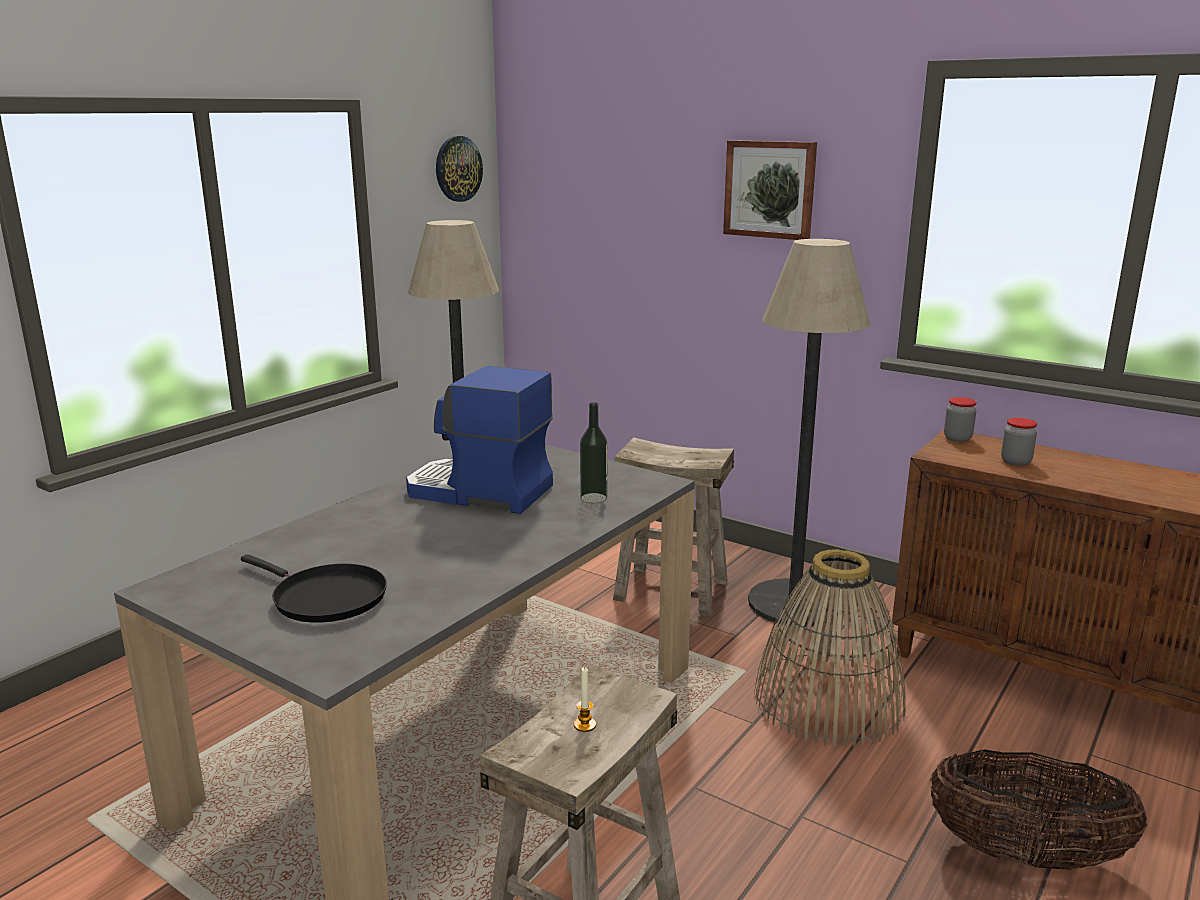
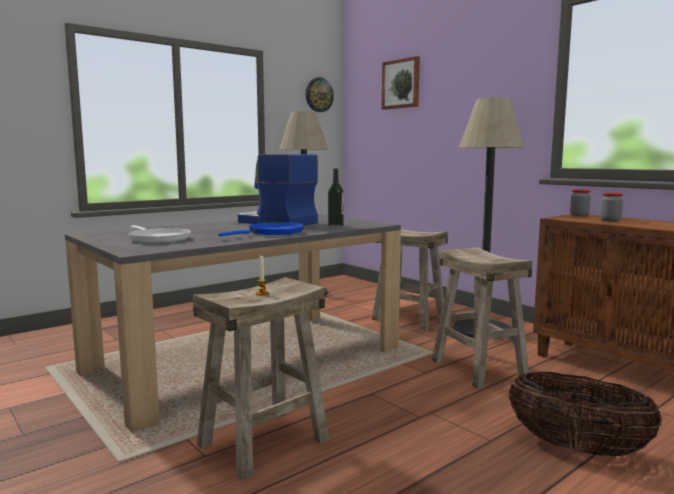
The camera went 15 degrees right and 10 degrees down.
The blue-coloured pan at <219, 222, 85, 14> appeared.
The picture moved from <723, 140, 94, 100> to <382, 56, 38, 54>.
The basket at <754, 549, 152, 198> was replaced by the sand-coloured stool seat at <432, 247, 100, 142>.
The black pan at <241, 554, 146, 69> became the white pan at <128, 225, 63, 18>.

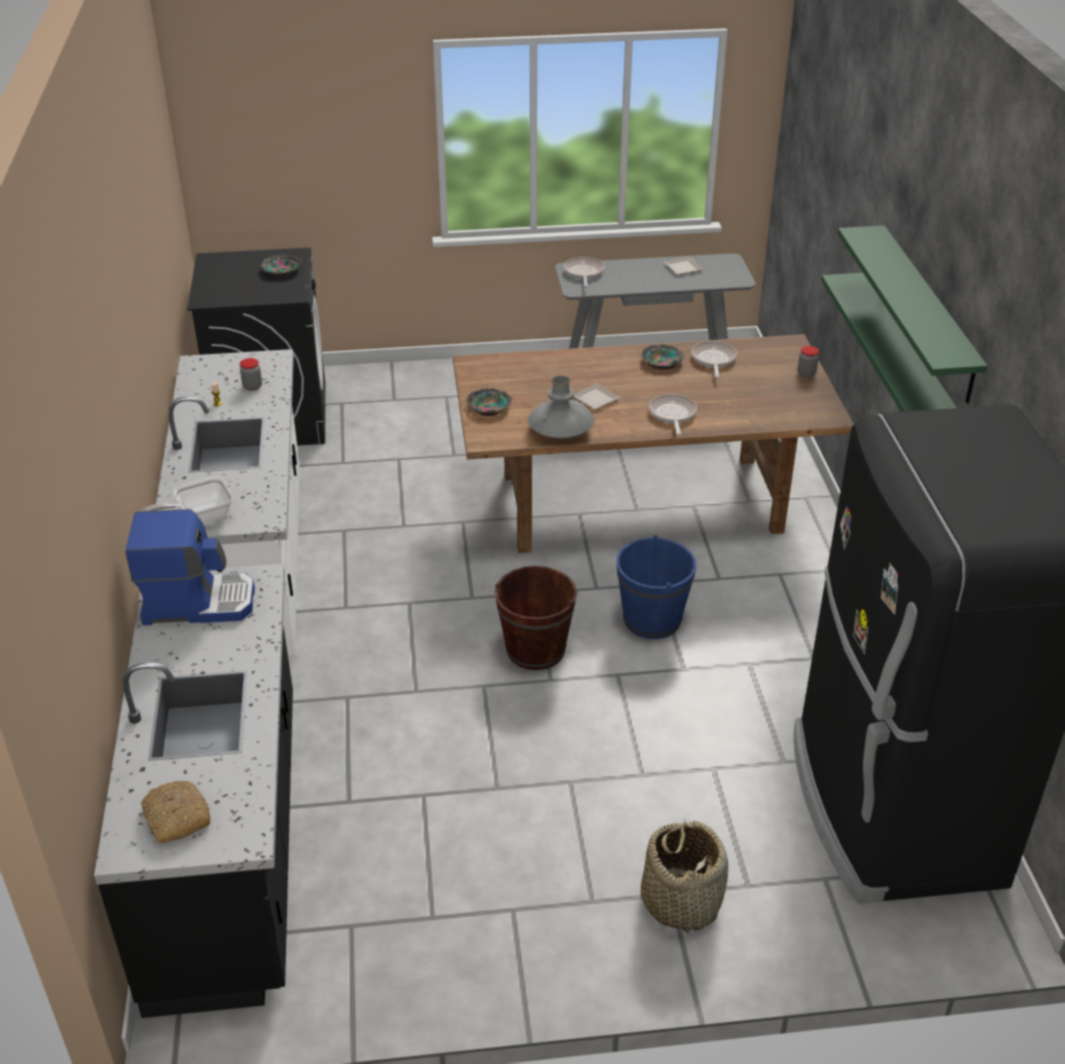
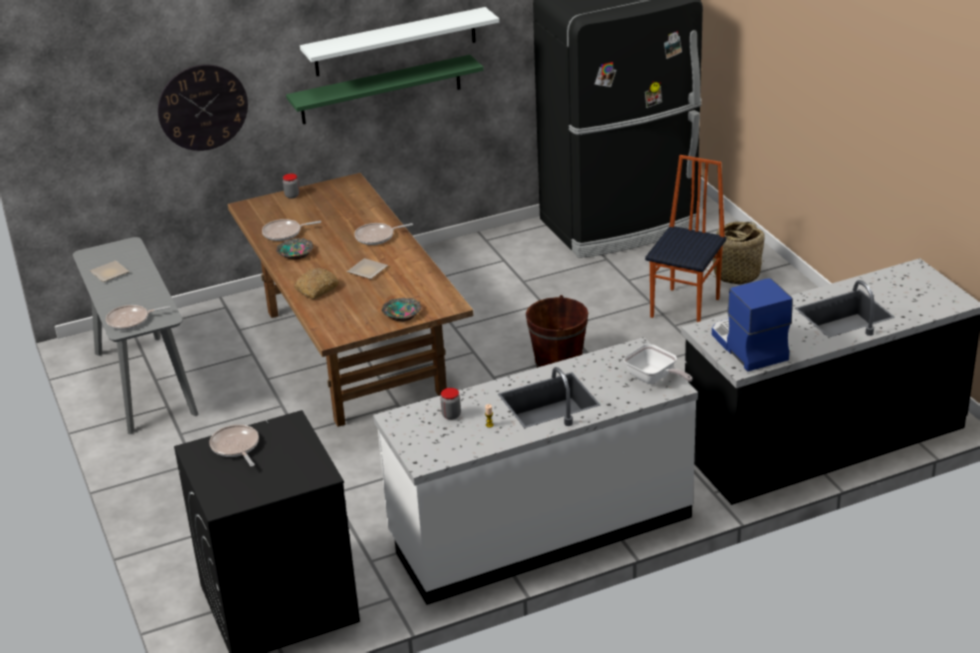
The camera went 105 degrees left and 5 degrees down.
The grey flower vase at <528, 375, 67, 64> disappeared.
The blue-coloured pail at <616, 535, 81, 104> disappeared.
The wall clock at <158, 64, 90, 87> appeared.
The chair at <645, 155, 81, 167> appeared.
The baked bread moved from <141, 781, 70, 62> to <295, 268, 44, 31>.
The bowl at <260, 254, 42, 22> was replaced by the pan at <209, 425, 50, 42>.
The greenish bracket shelf at <837, 226, 151, 178> became the white bracket shelf at <300, 7, 199, 69>.

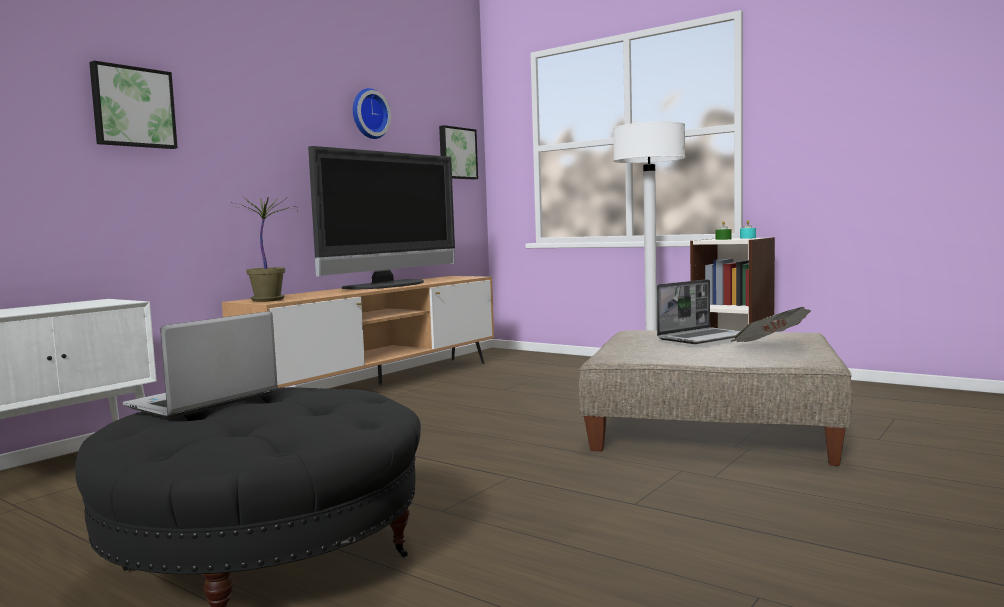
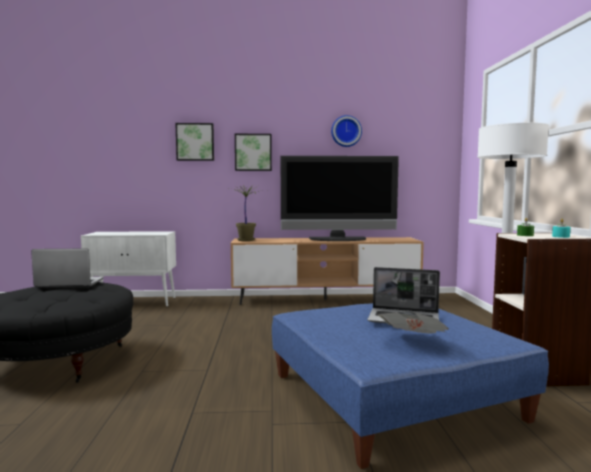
The camera went 50 degrees right and 0 degrees up.
The picture moved from <439, 125, 39, 55> to <235, 134, 37, 37>.
The sand-coloured ottoman at <579, 330, 274, 136> became the blue-coloured ottoman at <272, 303, 277, 166>.

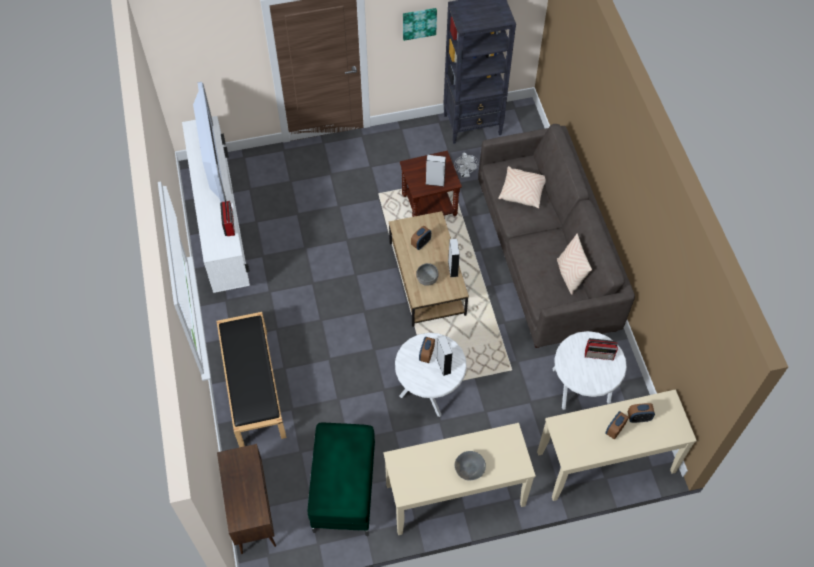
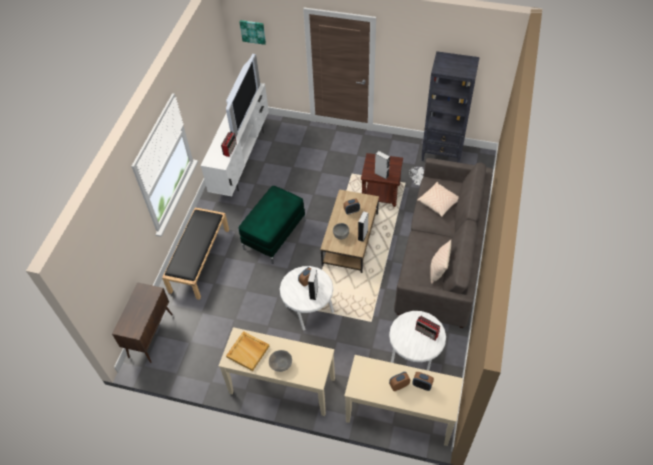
The camera went 30 degrees right and 5 degrees down.
The sand-coloured tray at <226, 331, 43, 40> appeared.
The greenish ottoman moved from <308, 423, 67, 113> to <239, 186, 66, 78>.
The picture moved from <403, 8, 34, 33> to <240, 20, 26, 25>.

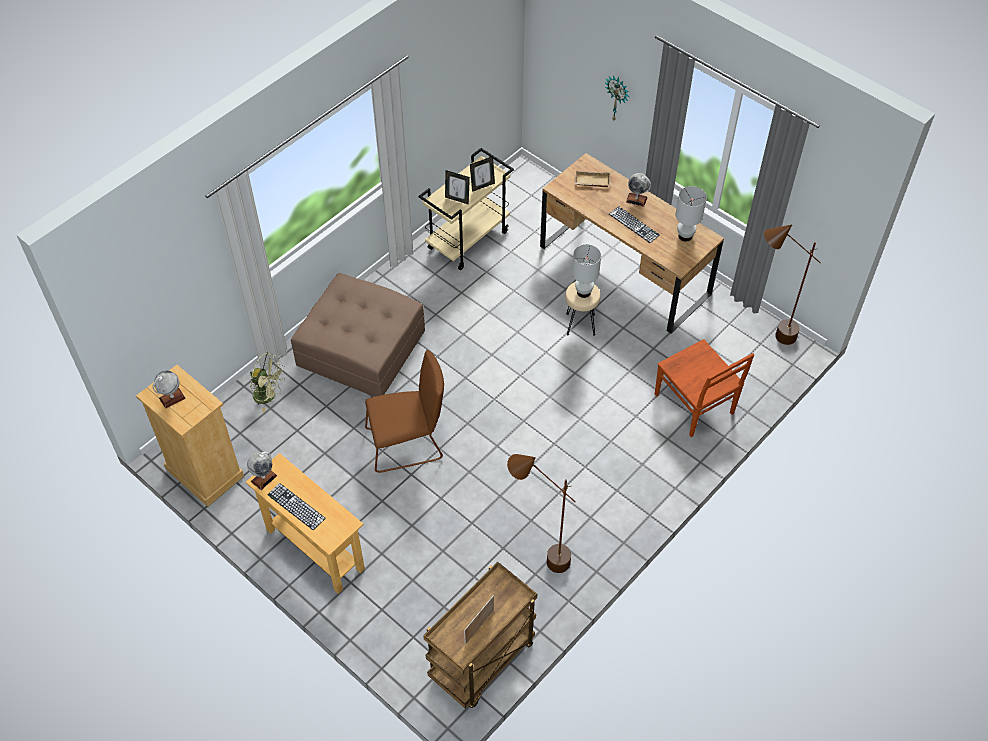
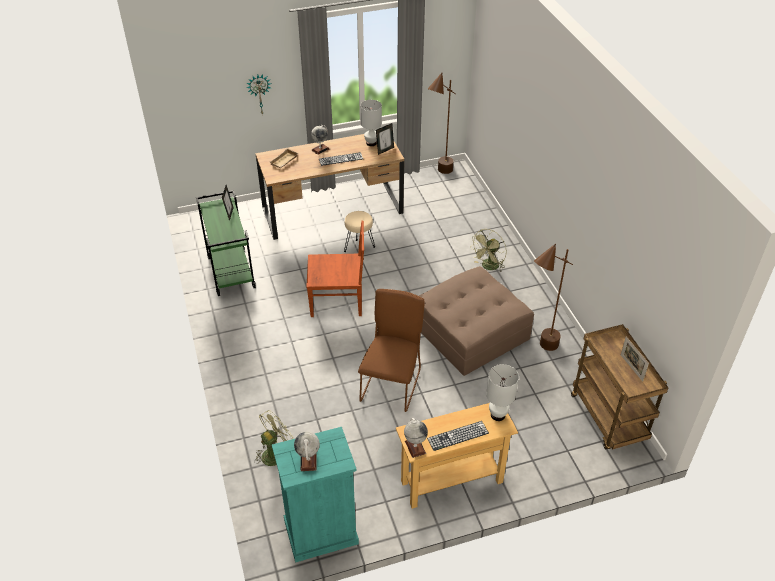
The camera went 60 degrees left and 10 degrees down.
The greenish electric fan at <470, 229, 37, 43> appeared.
The brown-coloured ottoman moved from <291, 273, 134, 124> to <419, 266, 115, 110>.
The standing frame moved from <445, 170, 25, 35> to <376, 123, 18, 32>.
The white tabletop lamp moved from <572, 244, 29, 54> to <486, 364, 33, 57>.
The brown-coloured chair moved from <655, 339, 100, 98> to <306, 221, 58, 96>.
The sand-coloured chest of drawers at <136, 365, 108, 142> became the turquoise chest of drawers at <272, 427, 87, 136>.
The sand-coloured wheeled cart at <419, 148, 95, 122> became the greenish wheeled cart at <196, 190, 60, 106>.

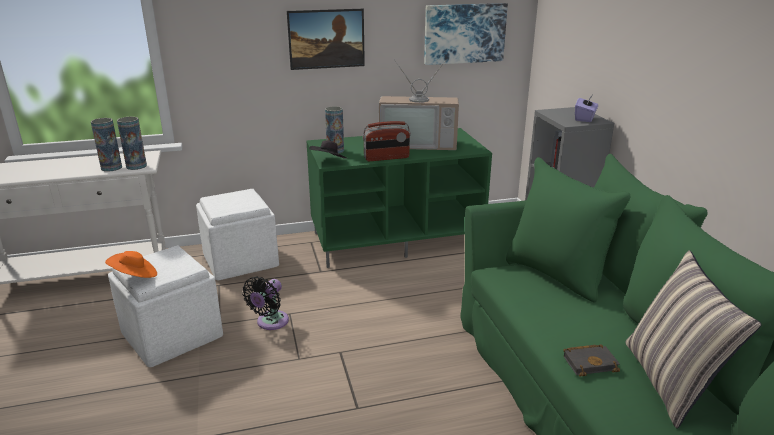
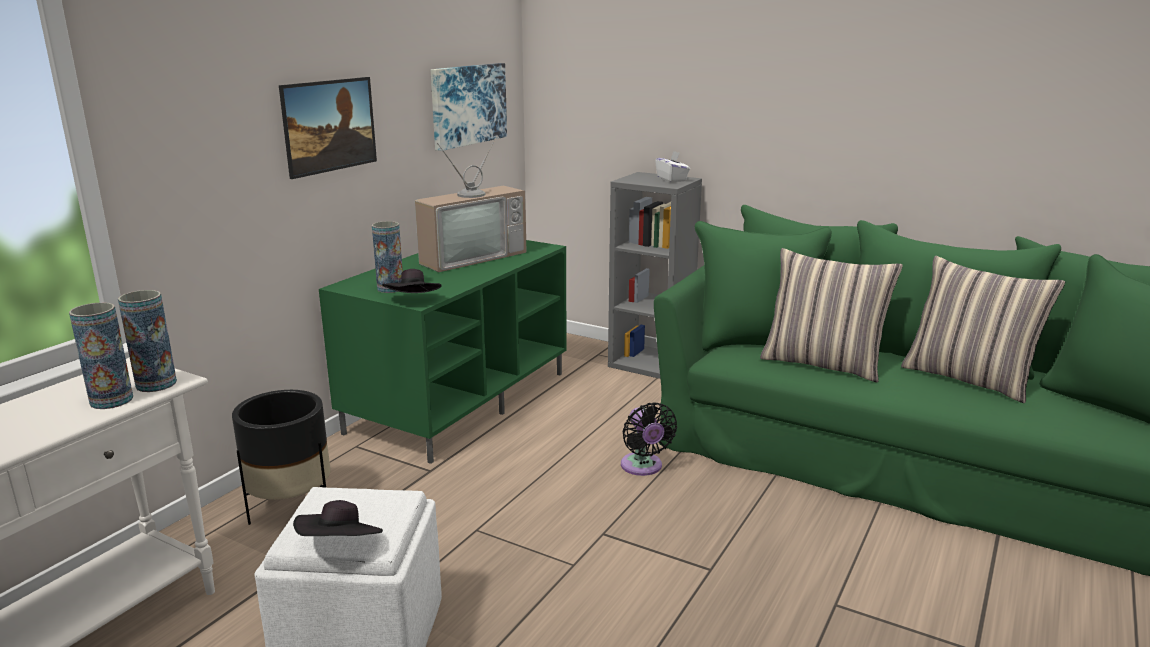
The camera went 45 degrees left and 5 degrees down.
The radio set at <362, 121, 49, 40> disappeared.
The black book at <563, 344, 57, 33> disappeared.
The cushion at <760, 248, 143, 134> appeared.
The black electric fan moved from <242, 276, 47, 54> to <621, 402, 56, 74>.
The white ottoman at <196, 189, 83, 91> was replaced by the black planter at <232, 390, 99, 135>.
The orange wearable hat at <105, 251, 52, 27> became the black wearable hat at <293, 500, 90, 36>.
The purplish box of tissues at <575, 96, 23, 26> became the white box of tissues at <655, 151, 35, 31>.

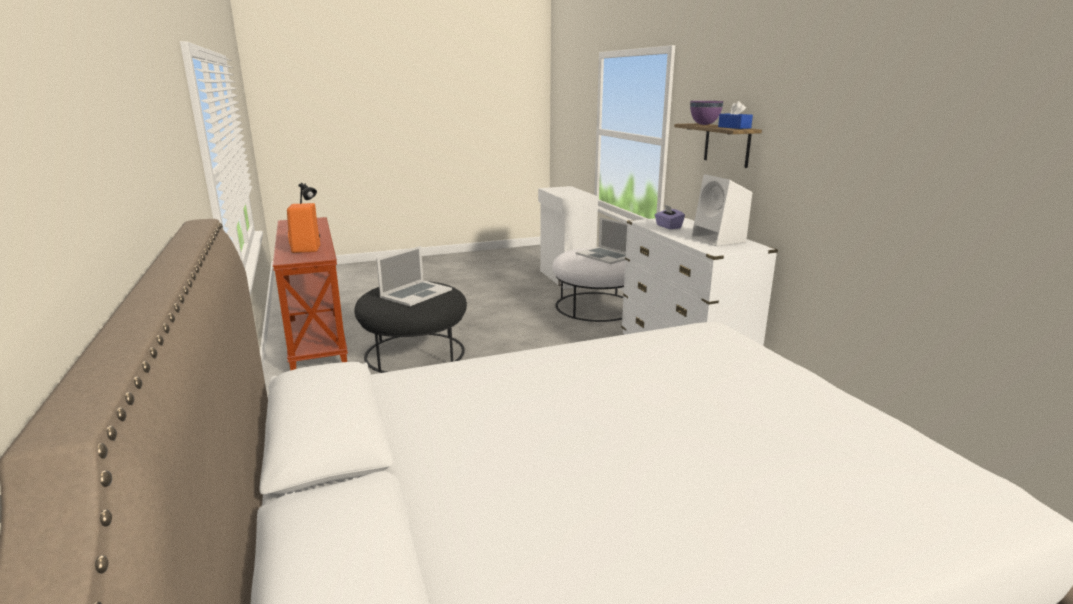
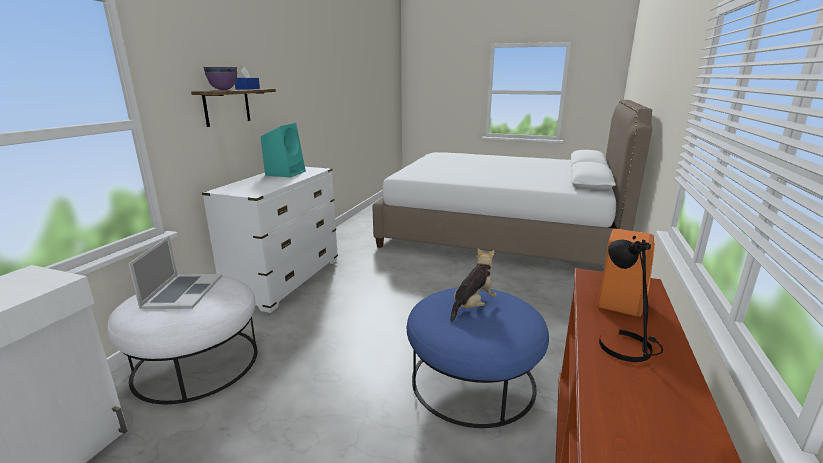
The camera went 140 degrees left and 0 degrees up.
The purplish box of tissues at <655, 204, 30, 25> disappeared.
The notebook computer at <376, 246, 76, 60> was replaced by the cuddly toy at <450, 248, 47, 74>.
The black ottoman at <354, 281, 113, 92> became the blue-coloured ottoman at <407, 287, 142, 141>.
The white loudspeaker at <692, 174, 60, 72> became the turquoise loudspeaker at <261, 123, 45, 54>.

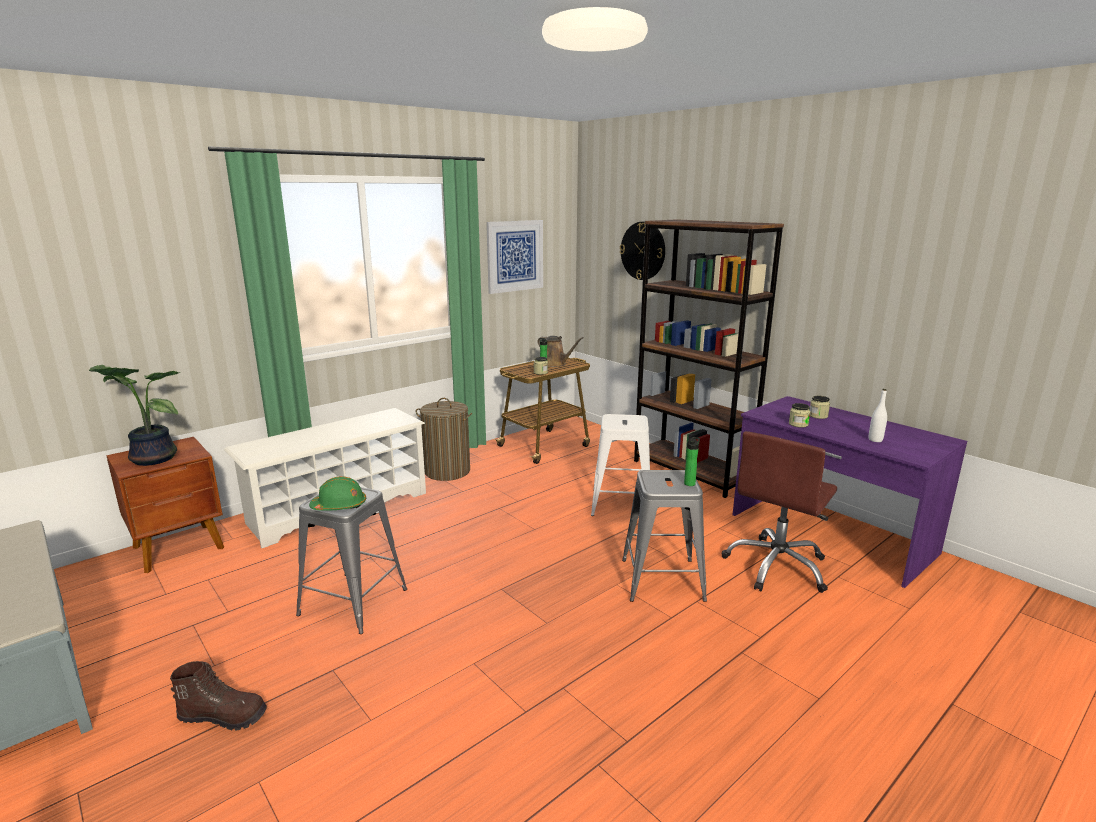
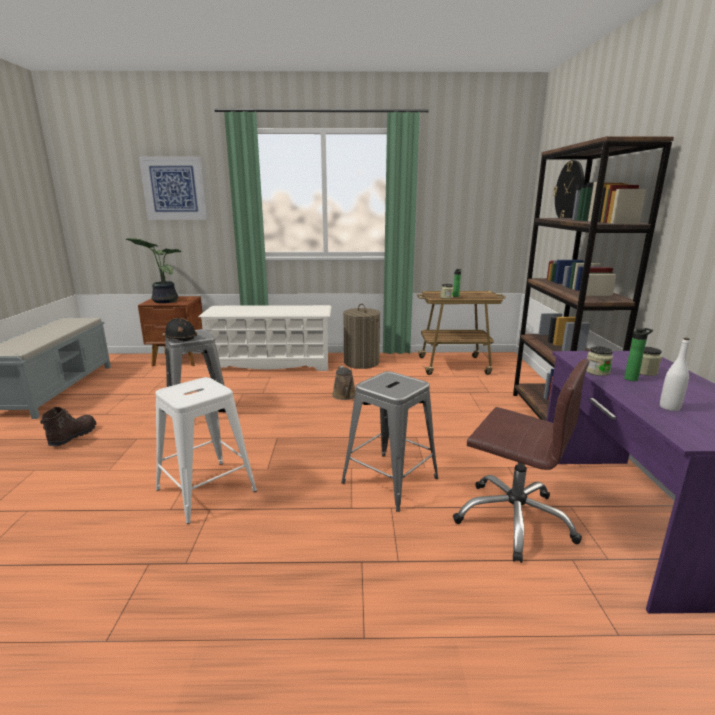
The camera went 40 degrees right and 0 degrees up.
The picture moved from <486, 220, 57, 74> to <139, 156, 68, 64>.
The brown-coloured watering can moved from <537, 336, 47, 31> to <332, 366, 24, 34>.
The white stool seat moved from <591, 414, 59, 102> to <155, 377, 102, 147>.
The beverage bottle moved from <684, 437, 16, 49> to <624, 328, 29, 53>.
The greenish hard hat at <309, 476, 57, 34> became the black hard hat at <161, 318, 36, 23>.
The brown-coloured high-top boot at <170, 661, 97, 70> turned 120 degrees counterclockwise.
The brown-coloured desk chair at <721, 431, 116, 162> turned 135 degrees counterclockwise.

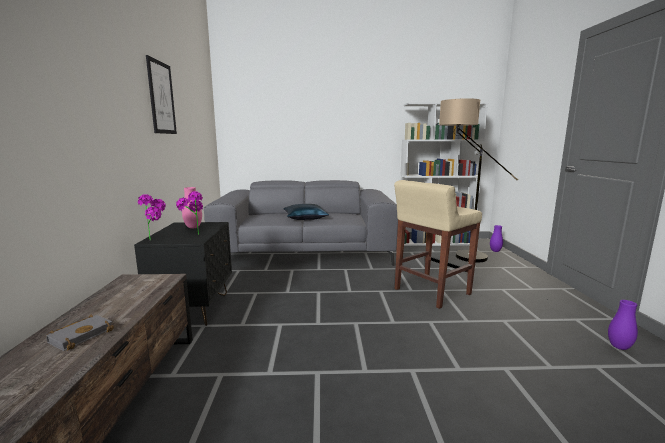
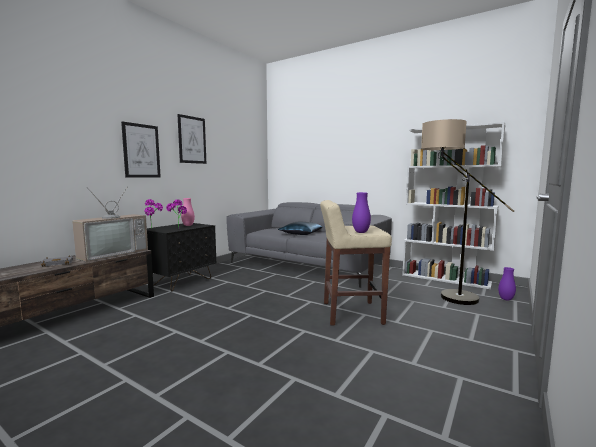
The camera went 35 degrees right and 5 degrees down.
The TV at <72, 186, 76, 76> appeared.
The picture at <121, 121, 40, 57> appeared.
The purplish flower vase moved from <608, 300, 30, 50> to <352, 192, 19, 41>.

